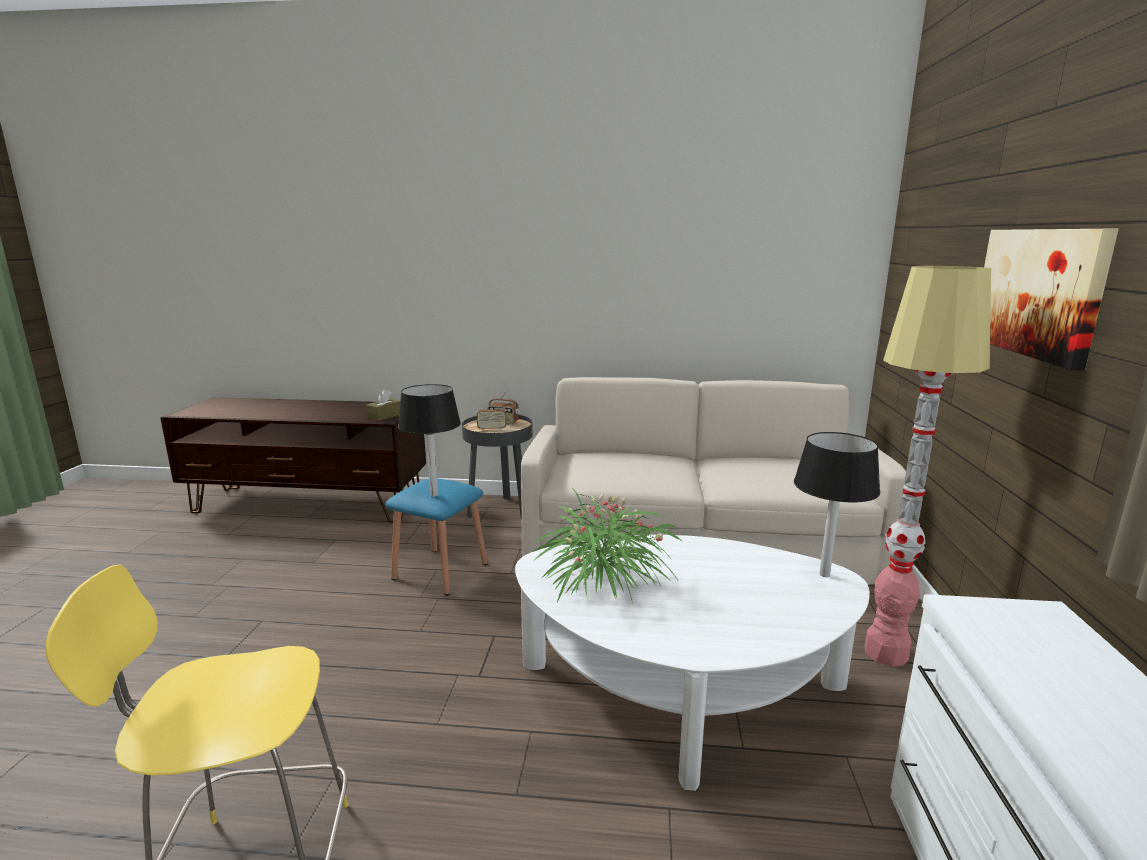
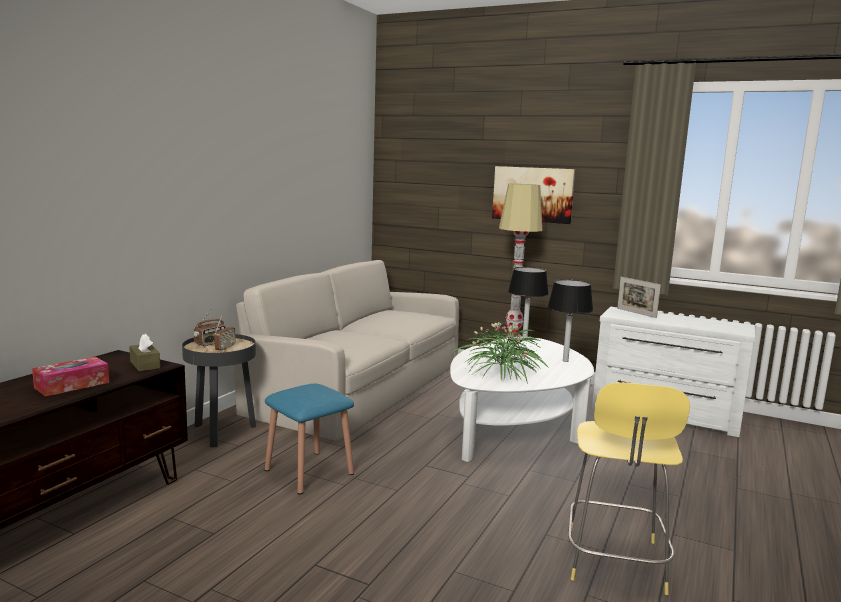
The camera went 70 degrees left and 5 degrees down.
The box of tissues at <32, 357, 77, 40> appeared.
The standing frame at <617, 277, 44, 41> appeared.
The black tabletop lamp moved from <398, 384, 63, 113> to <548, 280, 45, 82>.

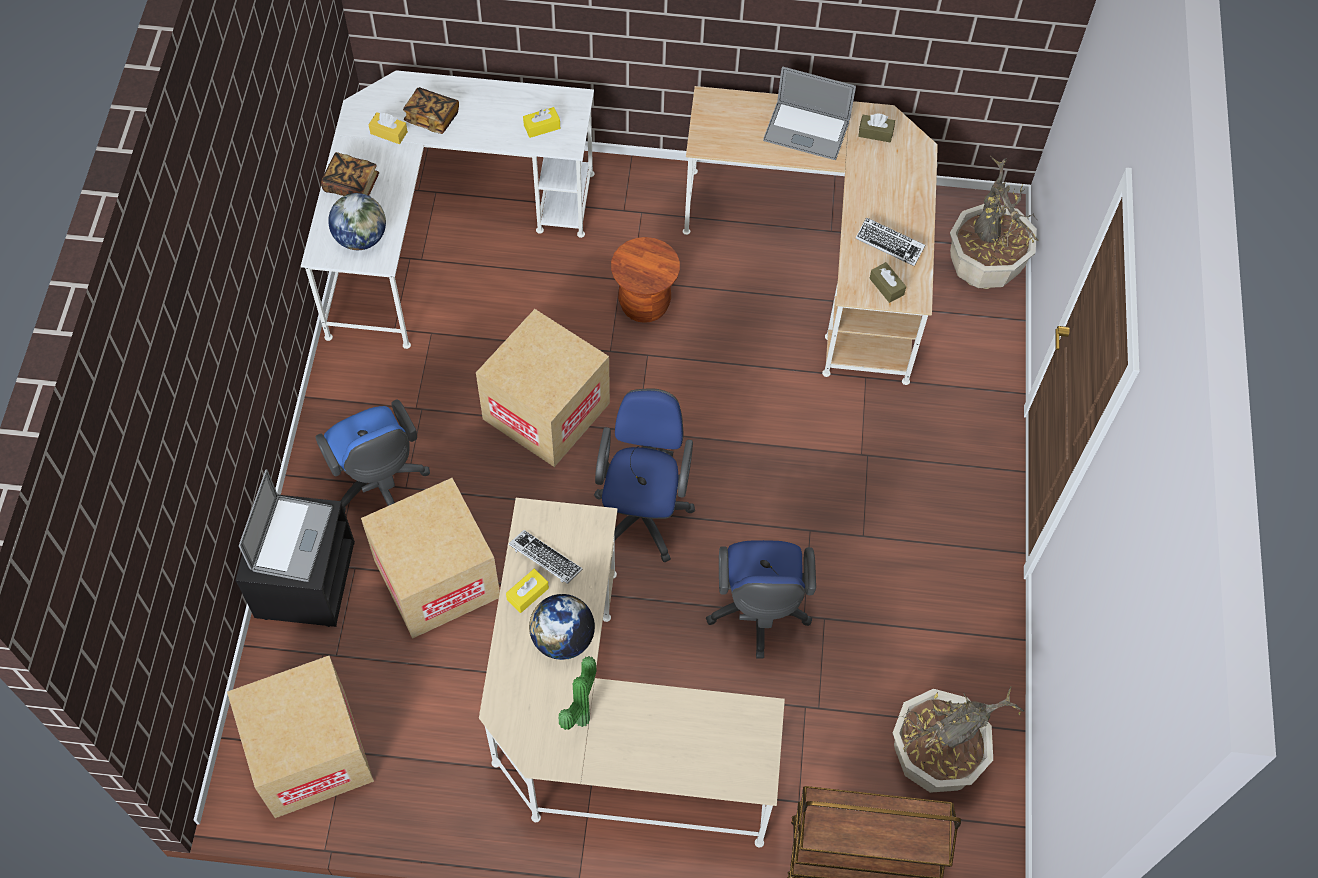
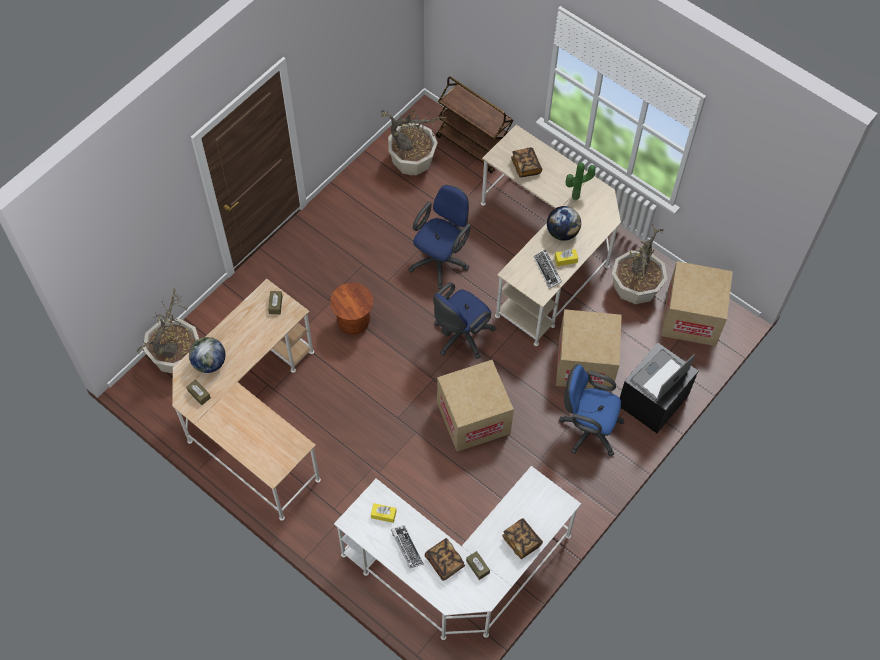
The camera went 145 degrees left and 0 degrees up.
The notebook computer at <763, 66, 93, 94> disappeared.
The book at <511, 147, 31, 31> appeared.
The plant in a pot at <612, 224, 56, 80> appeared.
The desk globe moved from <328, 193, 58, 57> to <189, 337, 37, 36>.
The brown-coloured stool seat moved from <611, 237, 69, 86> to <330, 283, 43, 52>.
The keyboard moved from <855, 217, 70, 49> to <390, 525, 34, 43>.
The yellowish box of tissues at <369, 112, 39, 32> became the brown-coloured box of tissues at <466, 551, 24, 29>.
The blue-coloured desk chair at <315, 399, 115, 112> turned 75 degrees counterclockwise.

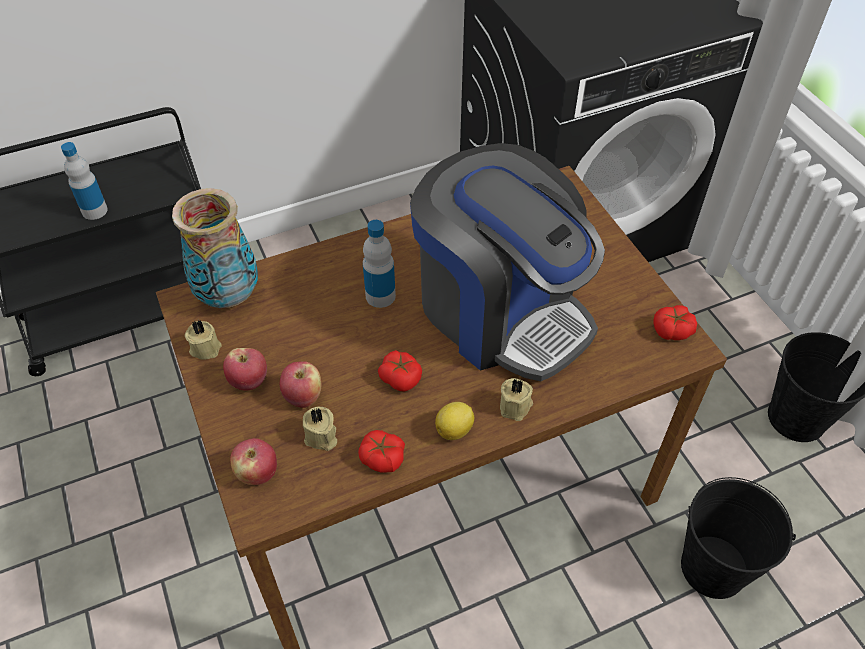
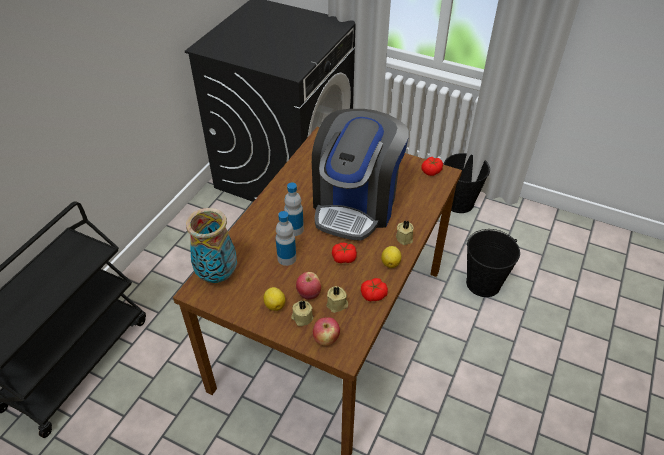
The camera went 40 degrees left and 5 degrees down.
The beverage bottle moved from <61, 142, 47, 78> to <276, 211, 20, 55>.
The sand-coloured wax light moved from <185, 320, 37, 40> to <291, 301, 22, 25>.
The apple at <223, 348, 44, 42> was replaced by the citrus fruit at <263, 287, 22, 24>.
The coffee maker at <410, 143, 195, 238> turned 105 degrees clockwise.

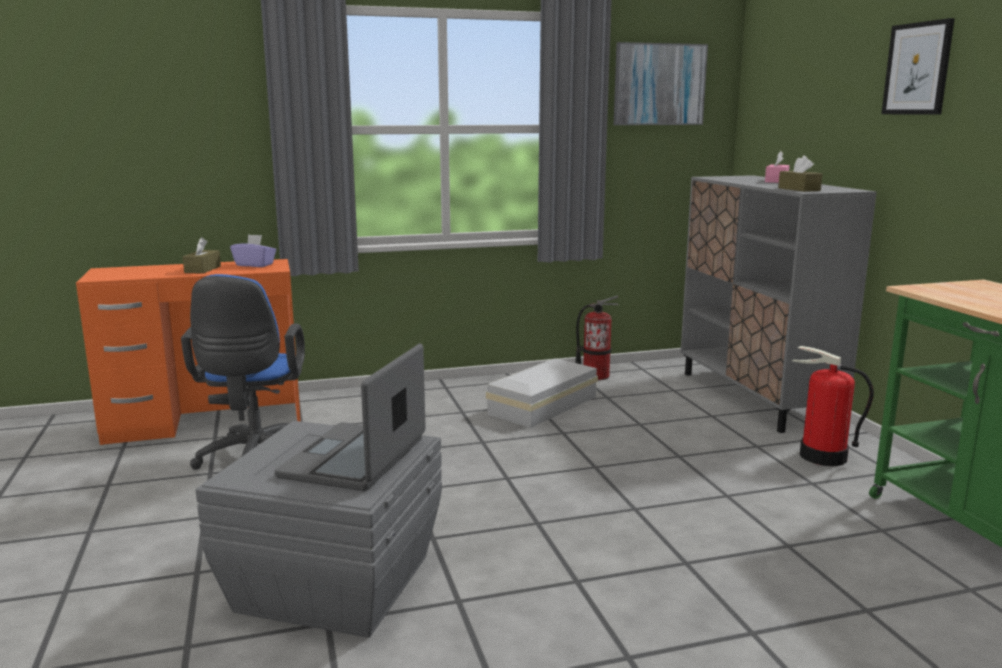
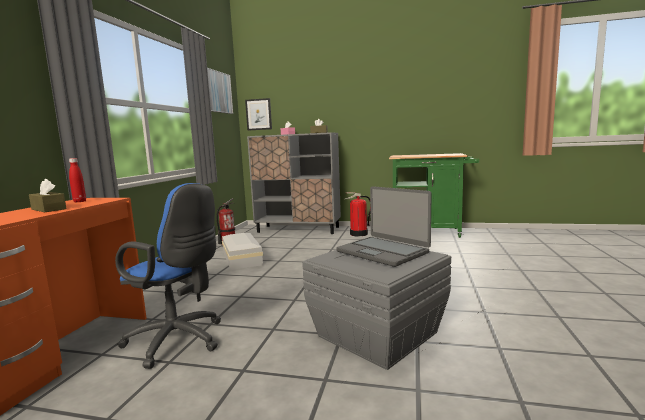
The camera went 60 degrees left and 5 degrees down.
The picture moved from <881, 18, 74, 97> to <245, 98, 27, 32>.
The purplish box of tissues at <230, 234, 46, 33> was replaced by the red-coloured beverage bottle at <69, 158, 17, 44>.

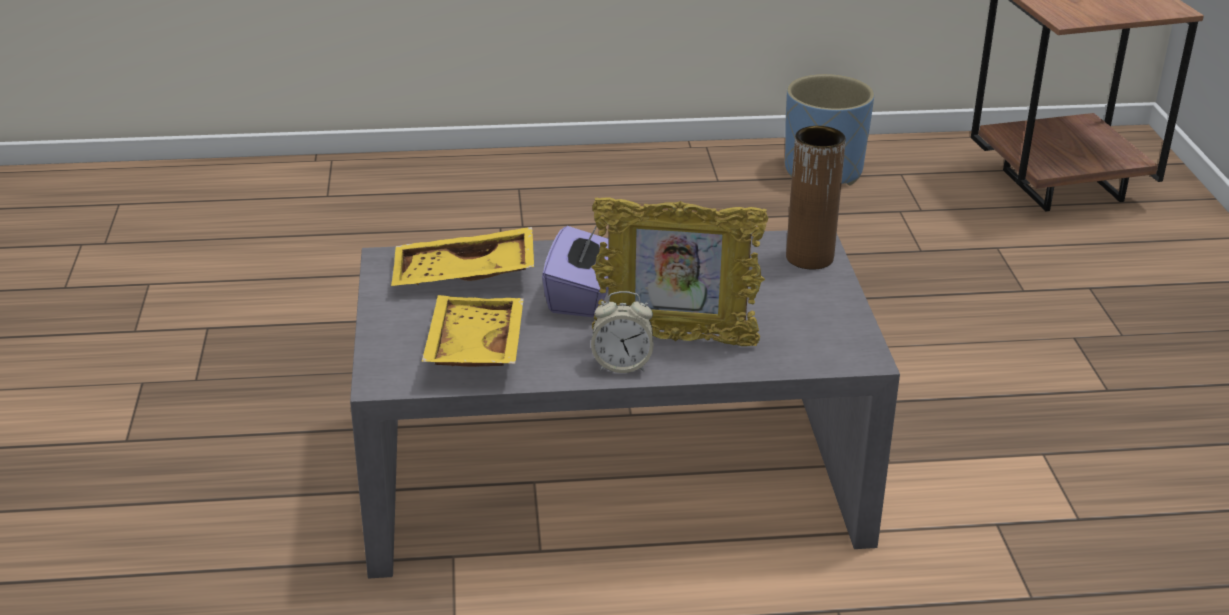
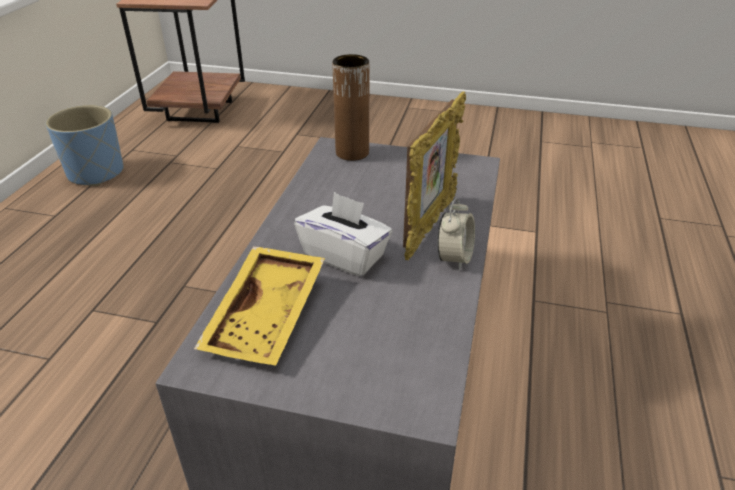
The camera went 70 degrees left and 5 degrees up.
The yellowish tray at <421, 295, 103, 72> disappeared.
The purplish box of tissues at <542, 226, 67, 92> became the white box of tissues at <294, 192, 98, 85>.

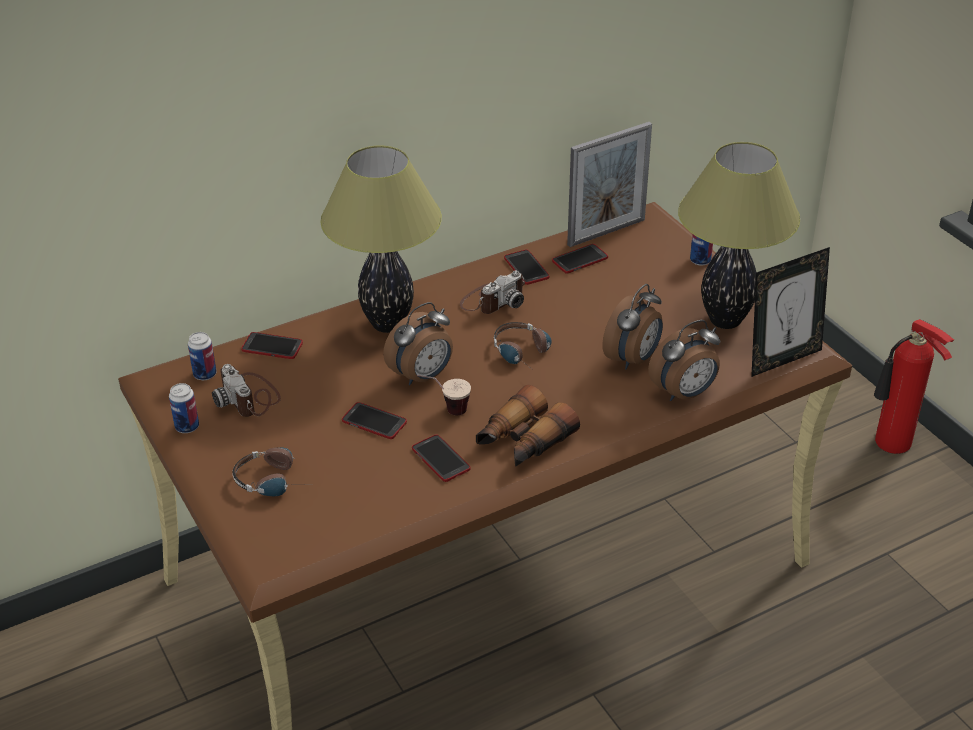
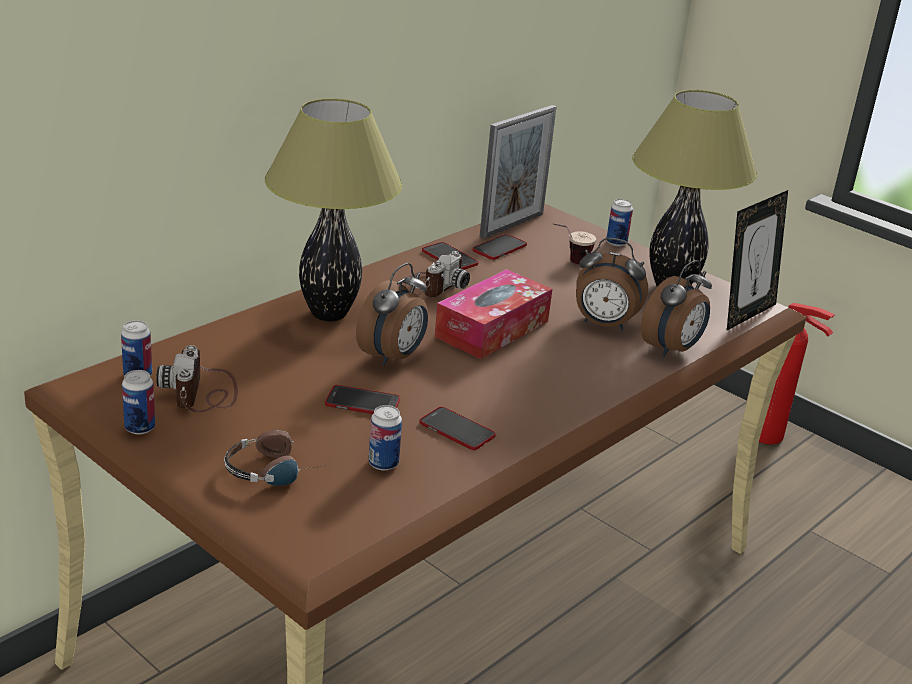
The camera went 20 degrees left and 10 degrees down.
The telephone at <241, 332, 62, 27> disappeared.
The field glasses at <476, 385, 104, 82> disappeared.
The sealed can at <369, 405, 33, 66> appeared.
The drinking cup moved from <417, 375, 54, 40> to <552, 223, 44, 42>.
The headphones at <494, 322, 58, 50> was replaced by the box of tissues at <435, 269, 117, 90>.
The photo camera at <212, 364, 69, 53> turned 45 degrees clockwise.
The alarm clock at <602, 284, 61, 85> turned 90 degrees clockwise.

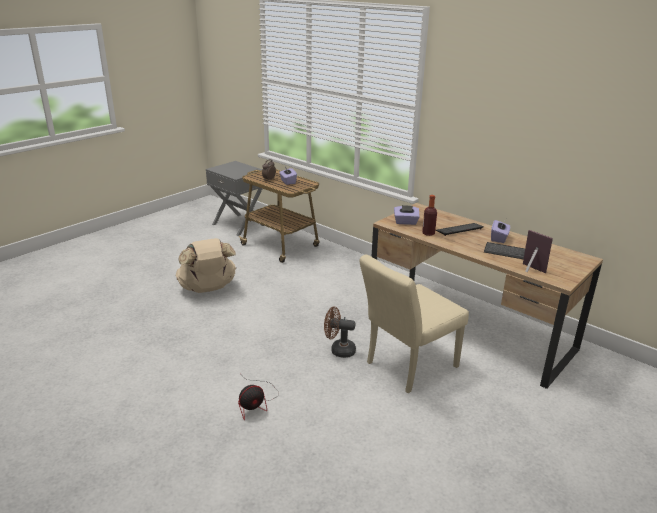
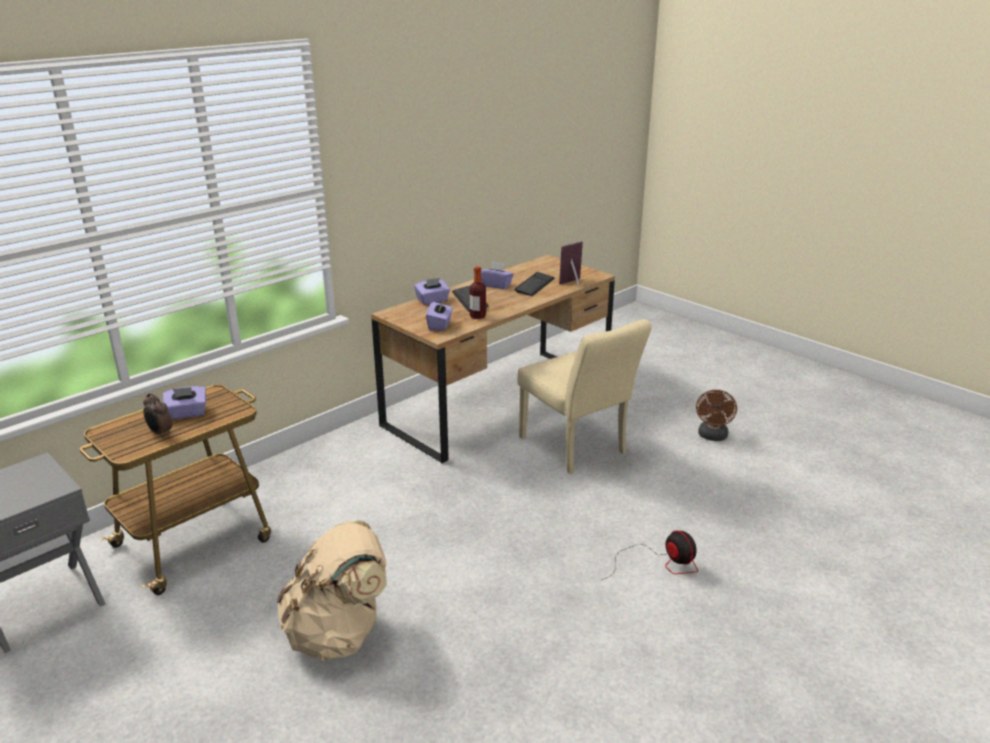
The camera went 85 degrees left and 0 degrees up.
The purplish box of tissues at <414, 278, 36, 27> appeared.
The brown-coloured electric fan moved from <324, 307, 32, 51> to <696, 390, 41, 51>.

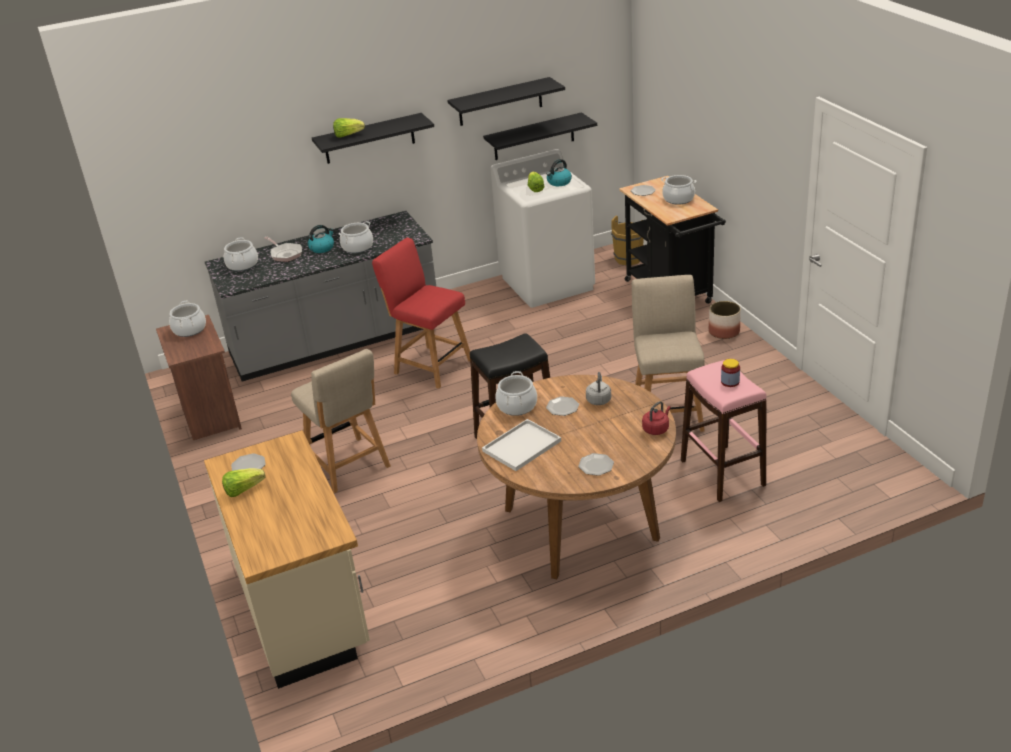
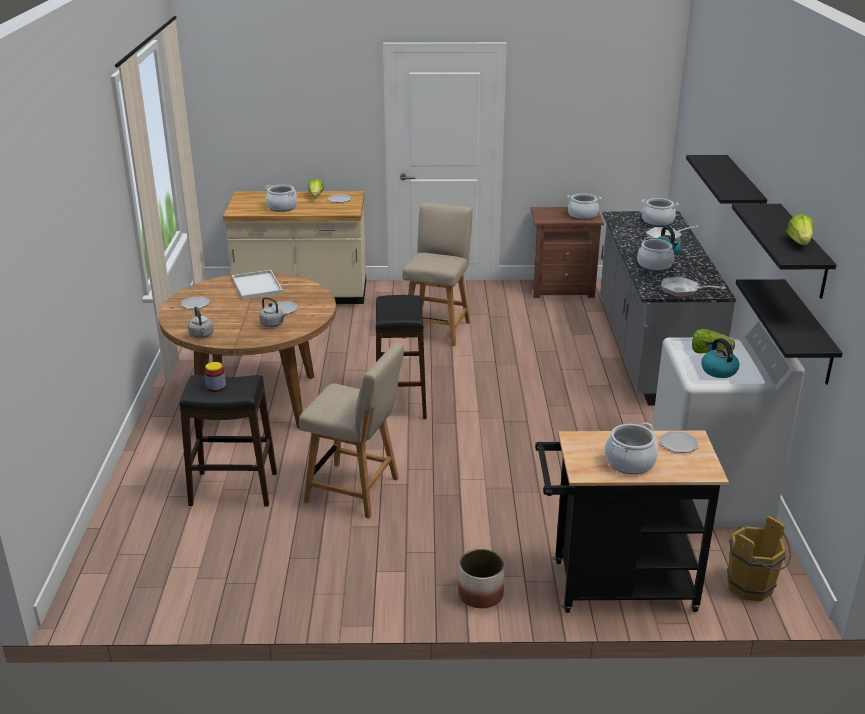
The camera went 110 degrees right and 5 degrees down.
The red-coloured chair at <372, 238, 98, 151> disappeared.
The pan at <661, 277, 65, 20> appeared.
The head of lettuce moved from <333, 118, 32, 19> to <786, 214, 28, 31>.
The cooking pot moved from <496, 371, 41, 45> to <266, 185, 32, 27>.
The red-coloured kettle at <642, 401, 29, 34> became the grey kettle at <188, 306, 25, 32>.
The pinkish stool seat at <681, 360, 85, 142> became the black stool seat at <180, 375, 97, 131>.
The sand-coloured chair at <291, 349, 100, 144> turned 120 degrees clockwise.

